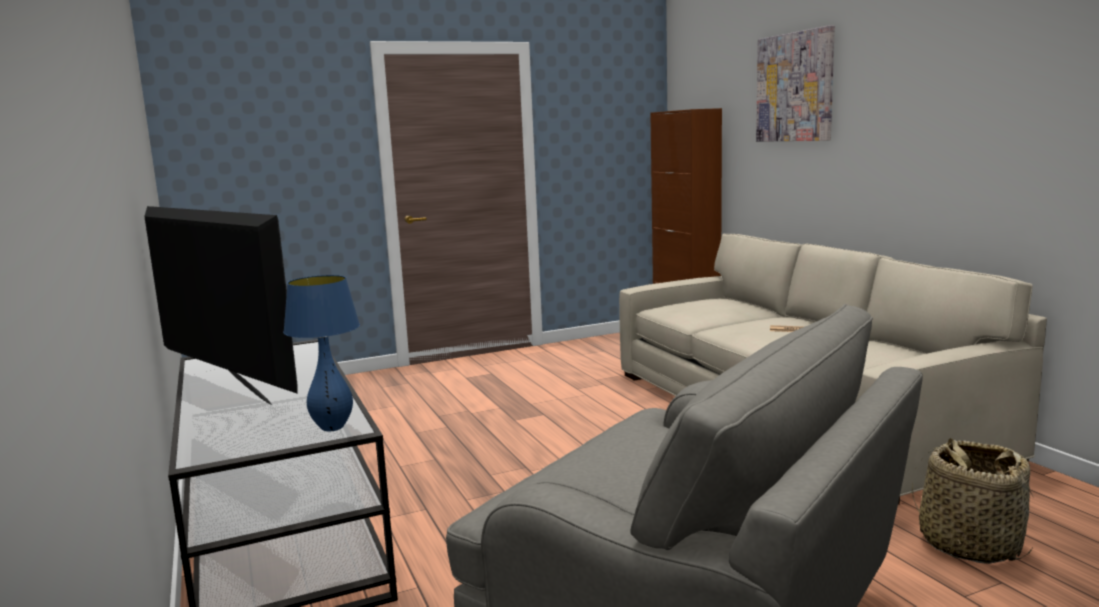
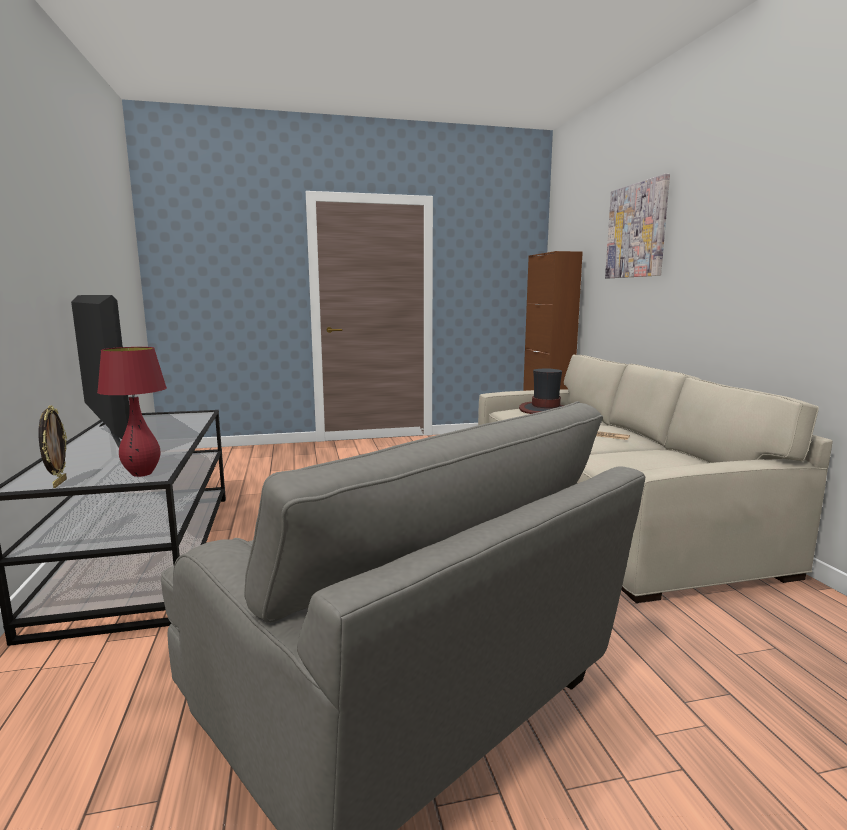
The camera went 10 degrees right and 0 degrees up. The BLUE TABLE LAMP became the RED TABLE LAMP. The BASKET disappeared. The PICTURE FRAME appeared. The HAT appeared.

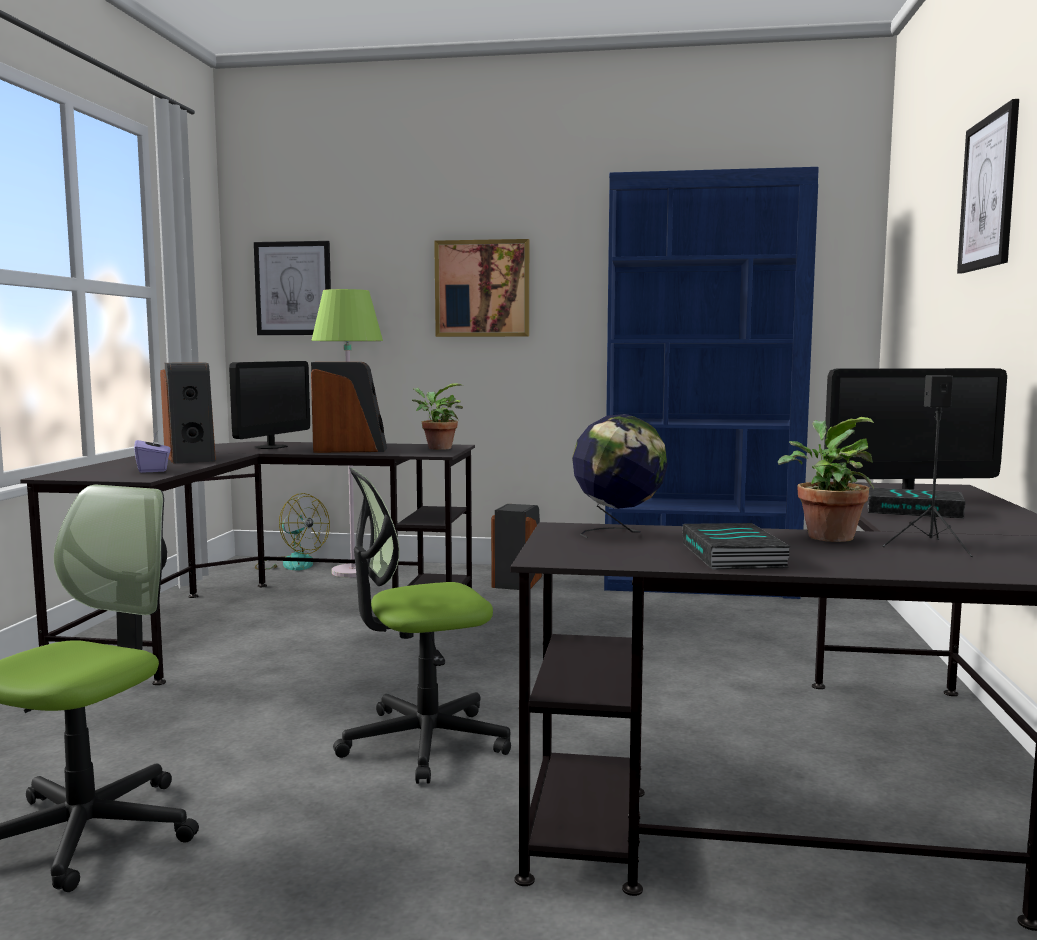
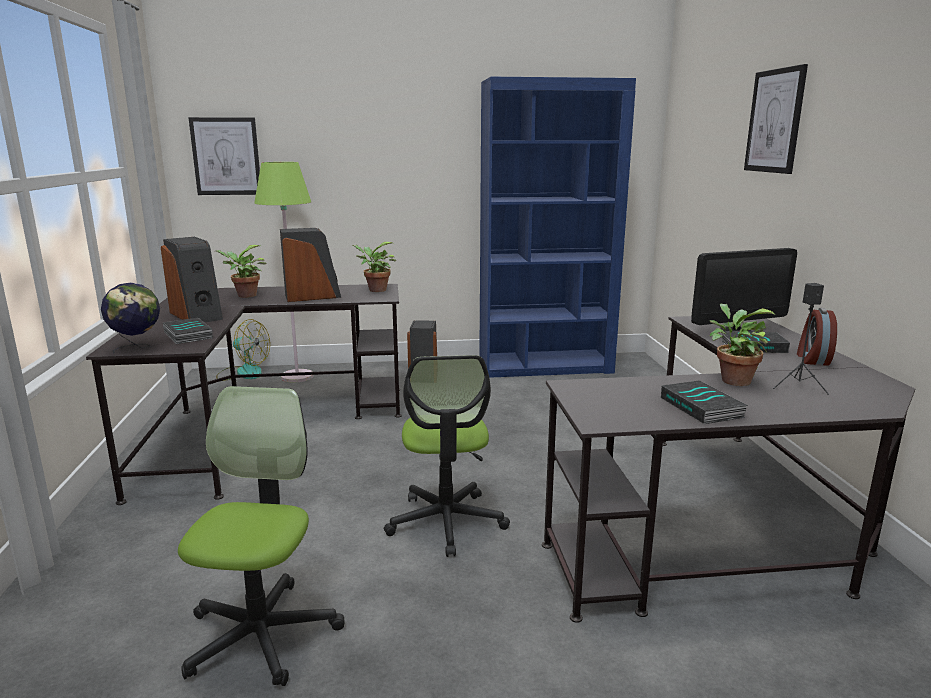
The camera went 15 degrees left and 10 degrees up. The PURPLE TISSUE BOX was replaced by the BOOK (no. 1 from left). The MONITOR (no. 1 from left) was replaced by the POTTED PLANT (no. 1 from left). The OFFICE CHAIR (no. 2 from left) turned 60 degrees counterclockwise. The PICTURE (no. 2 from left) disappeared. The GLOBE moved. The ALARM CLOCK appeared.

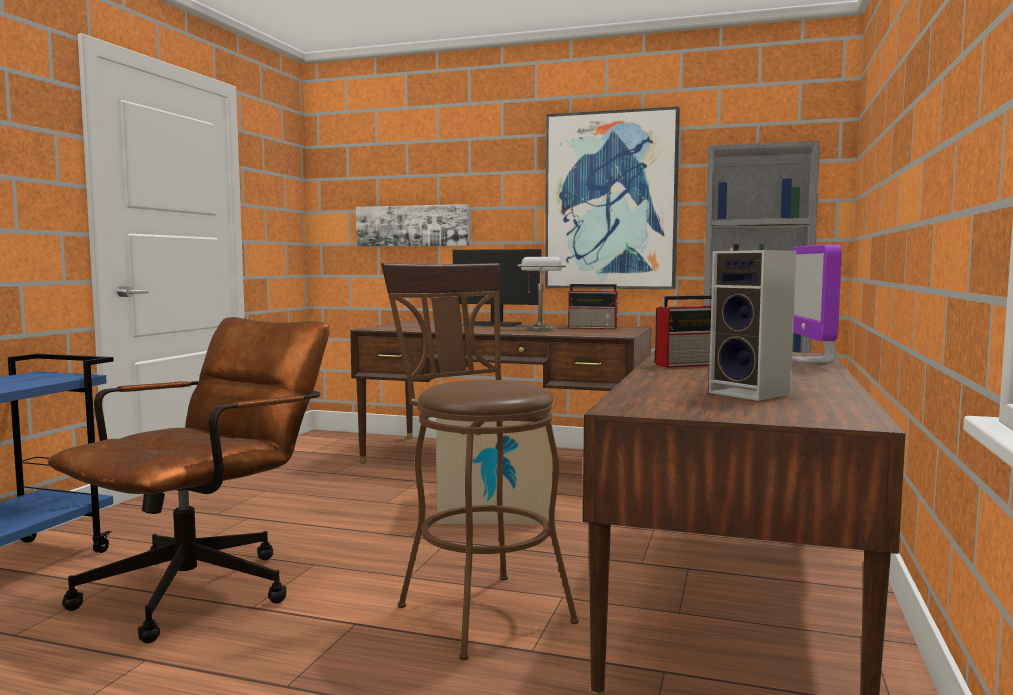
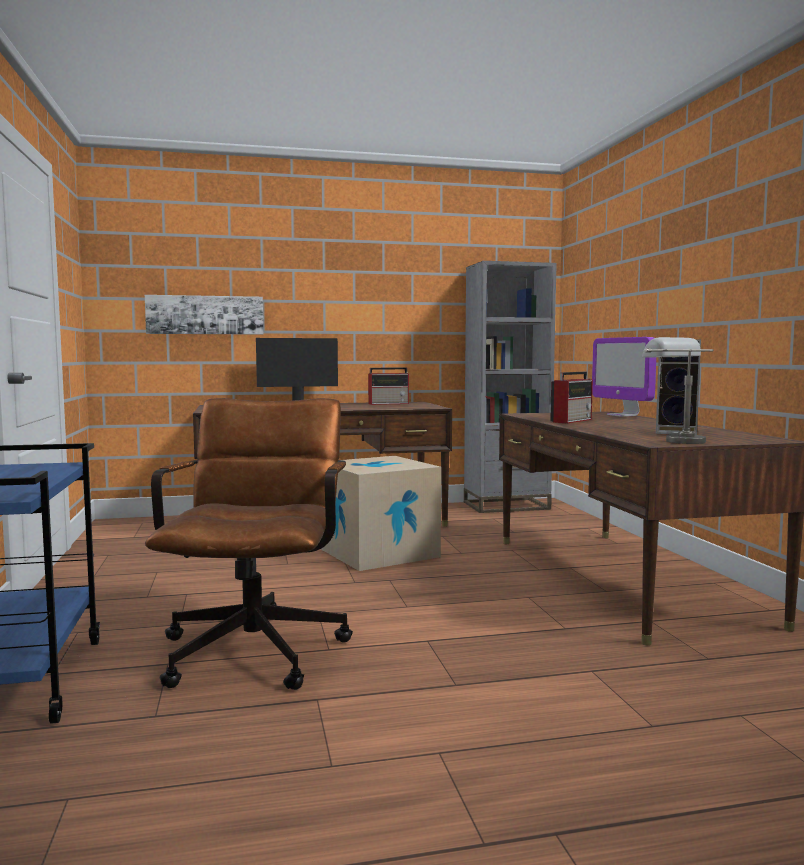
The camera went 30 degrees left and 0 degrees up. The BROWN STOOL disappeared. The GREY TABLE LAMP moved. The PICTURE (no. 2 from left) disappeared.

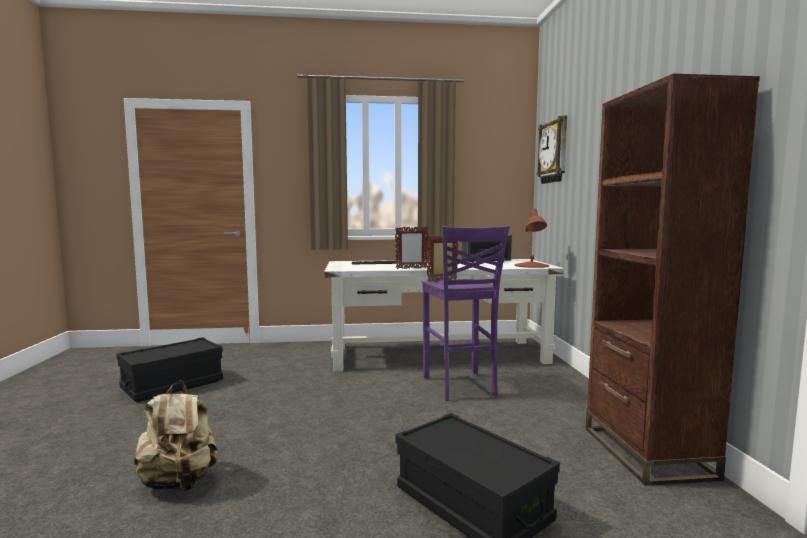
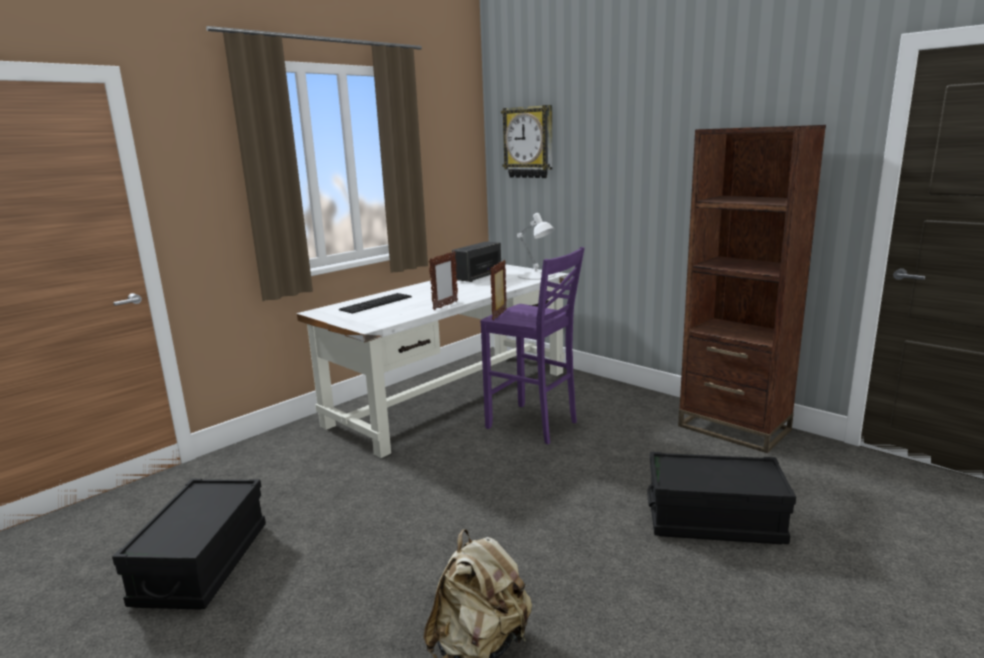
The camera went 40 degrees left and 10 degrees up. The BROWN TABLE LAMP became the WHITE TABLE LAMP.

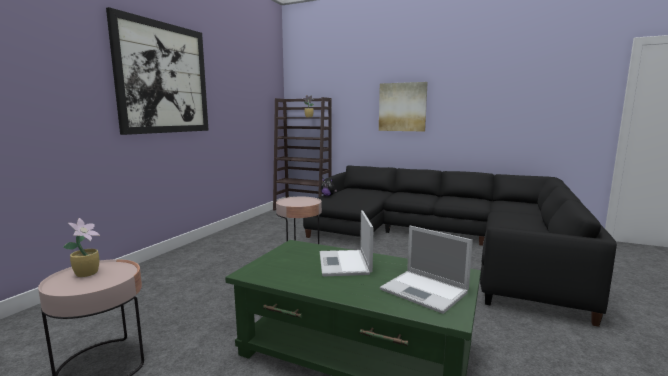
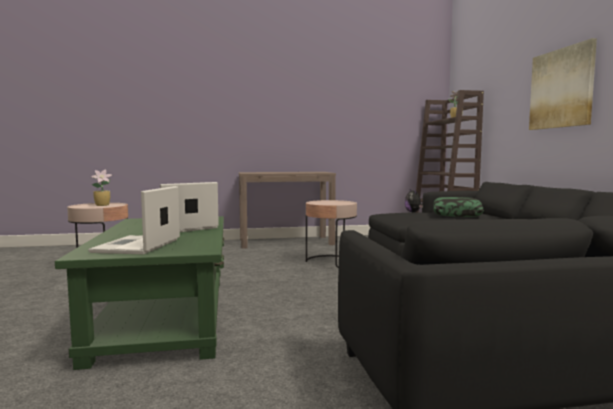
The camera went 55 degrees right and 5 degrees down. The PICTURE (no. 1 from left) disappeared. The BROWN CONSOLE TABLE appeared. The PILLOW appeared.

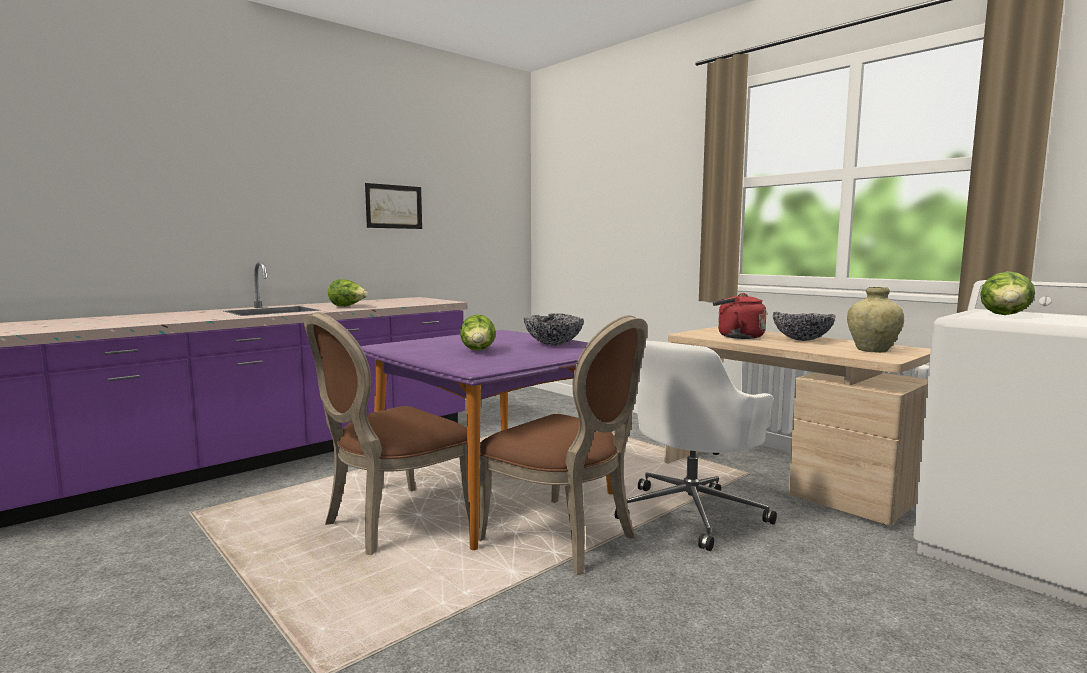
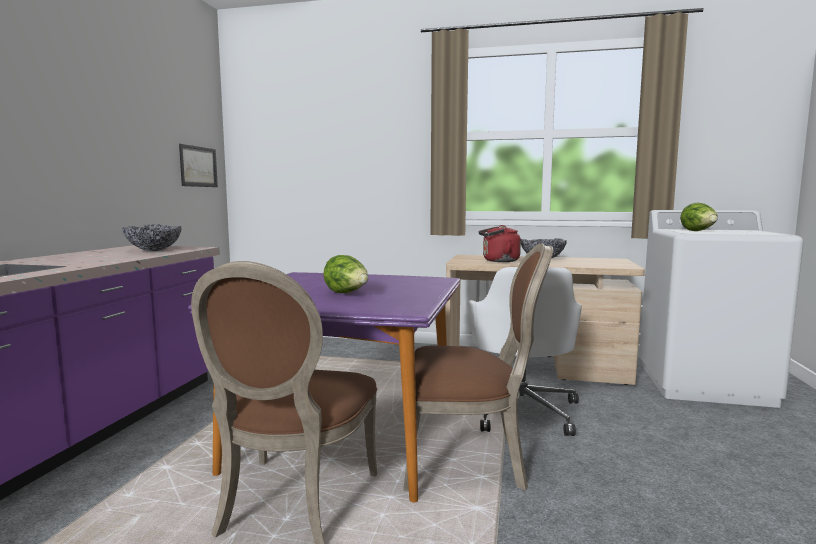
The camera went 35 degrees left and 0 degrees up. The LETTUCE (no. 1 from left) disappeared. The PICTURE moved. The BOWL (no. 1 from left) moved. The BEIGE VASE disappeared.

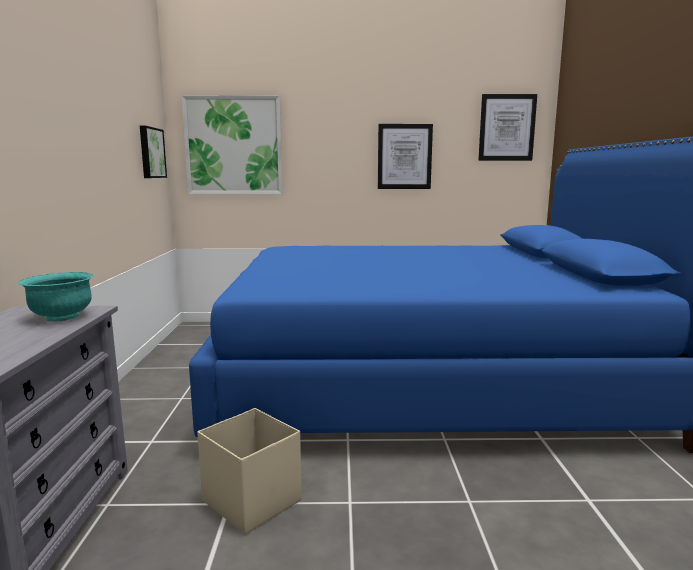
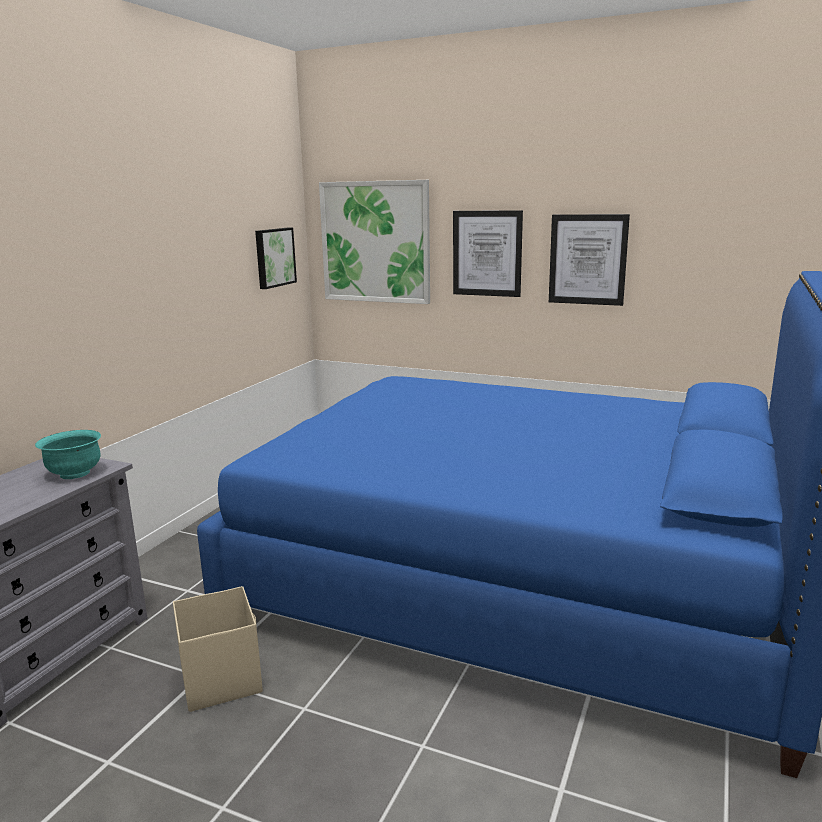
The camera went 25 degrees right and 5 degrees up. The PICTURE (no. 4 from left in the first image) moved.

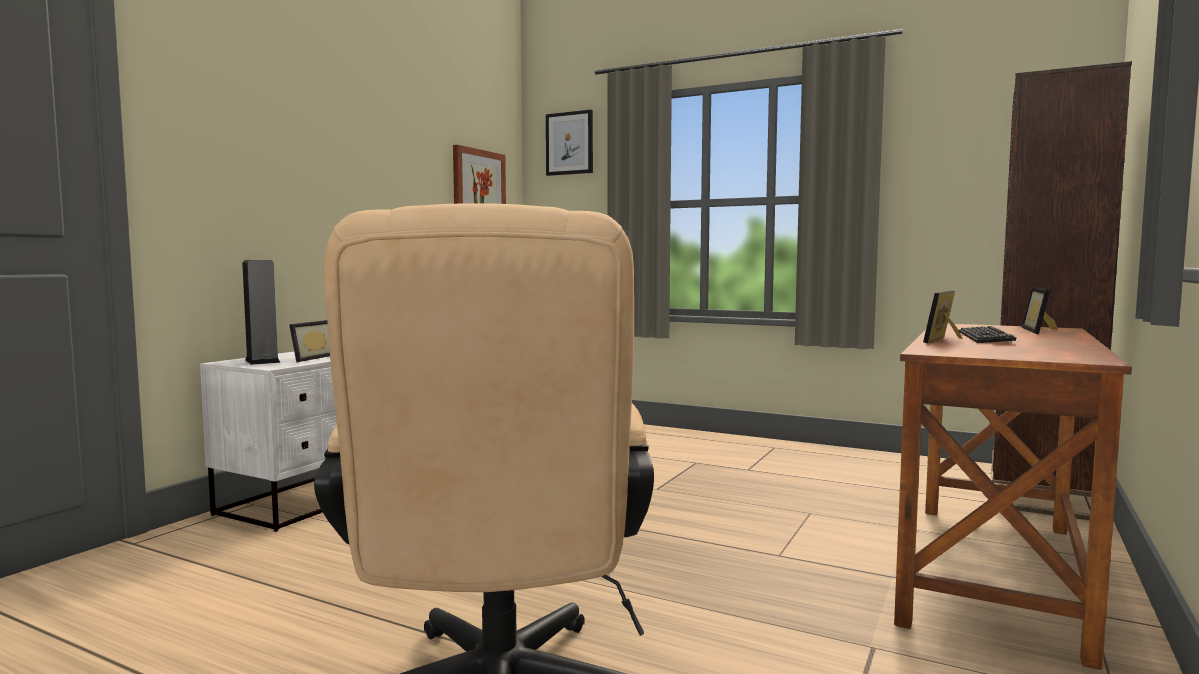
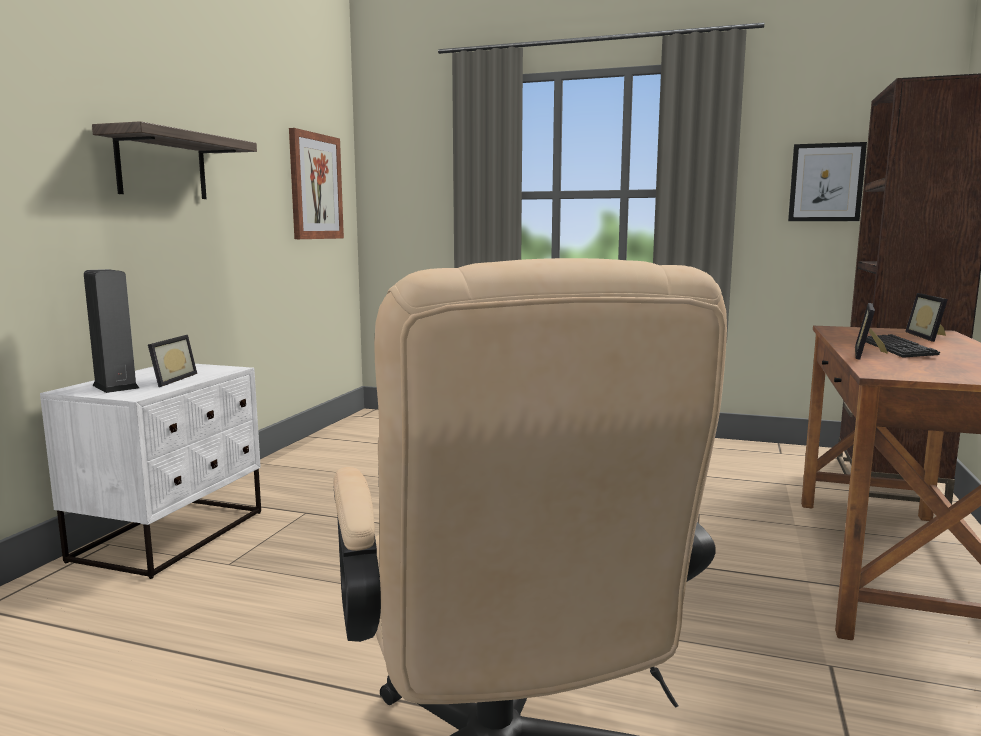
The camera went 10 degrees left and 5 degrees up. The PICTURE (no. 2 from left) moved. The SHELF appeared.

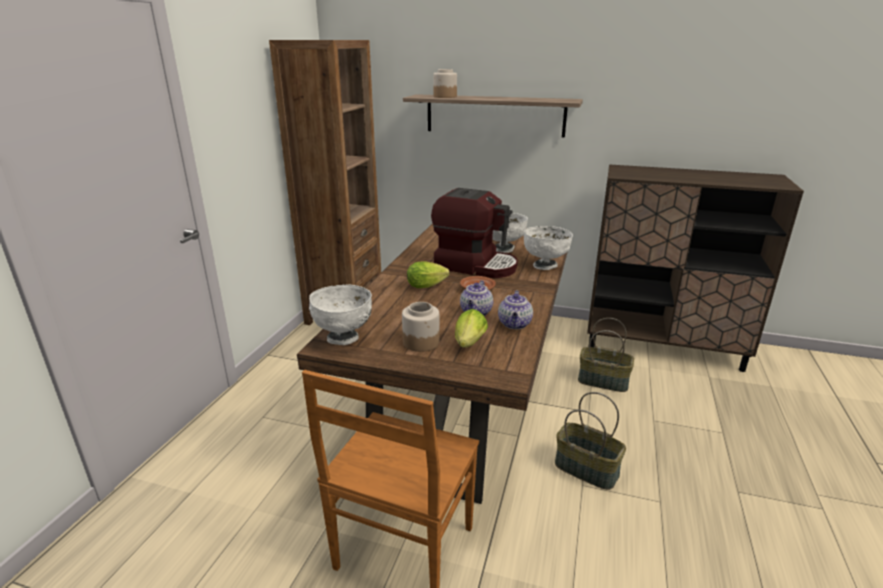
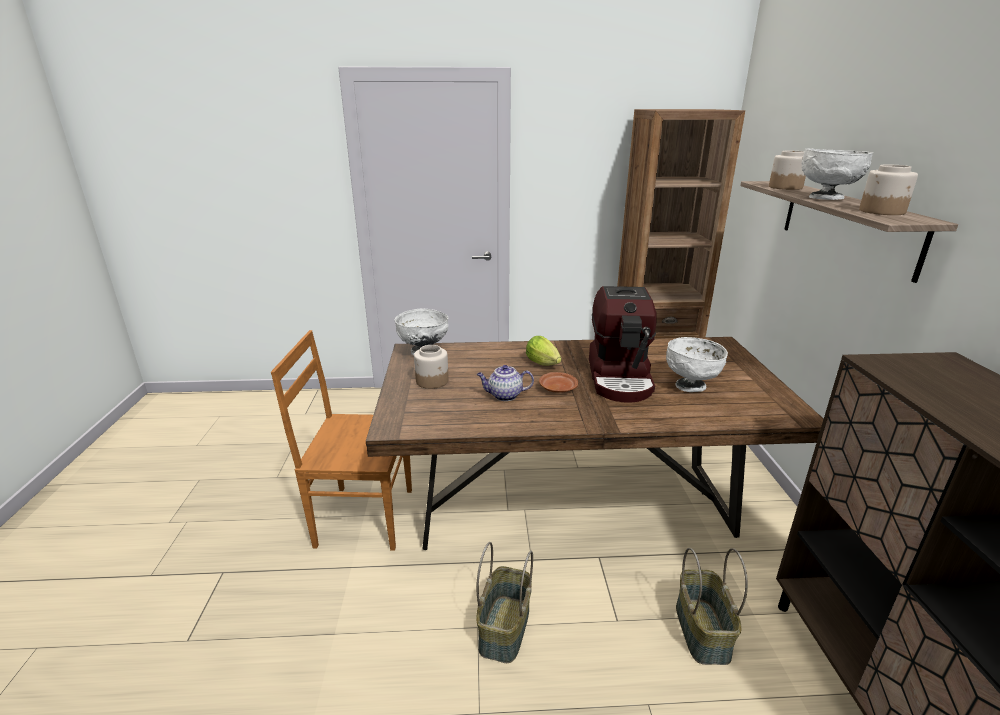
The camera went 70 degrees right and 0 degrees up. The LETTUCE (no. 2 from left) disappeared. The TEAPOT (no. 2 from left) disappeared. The WHITE BOWL (no. 3 from left) moved. The JAR (no. 3 from left) appeared.

